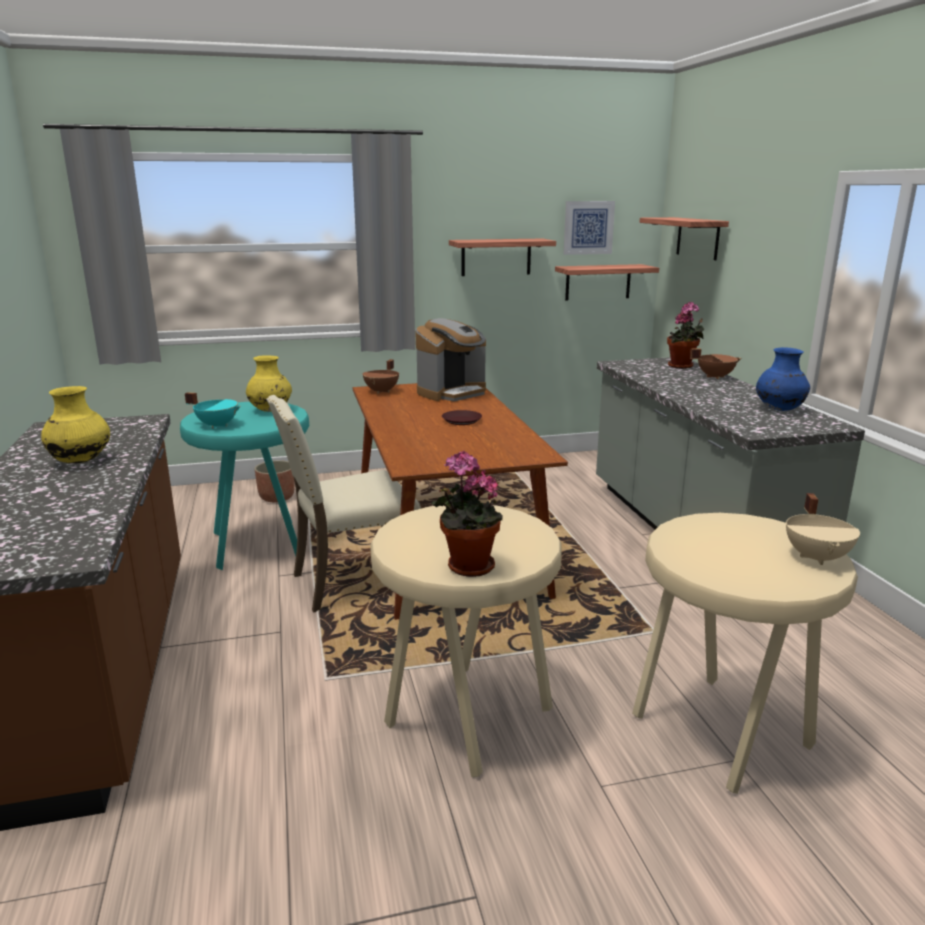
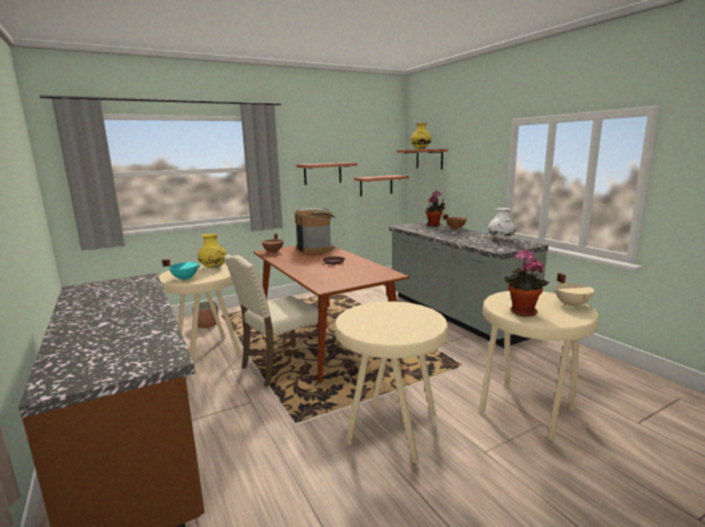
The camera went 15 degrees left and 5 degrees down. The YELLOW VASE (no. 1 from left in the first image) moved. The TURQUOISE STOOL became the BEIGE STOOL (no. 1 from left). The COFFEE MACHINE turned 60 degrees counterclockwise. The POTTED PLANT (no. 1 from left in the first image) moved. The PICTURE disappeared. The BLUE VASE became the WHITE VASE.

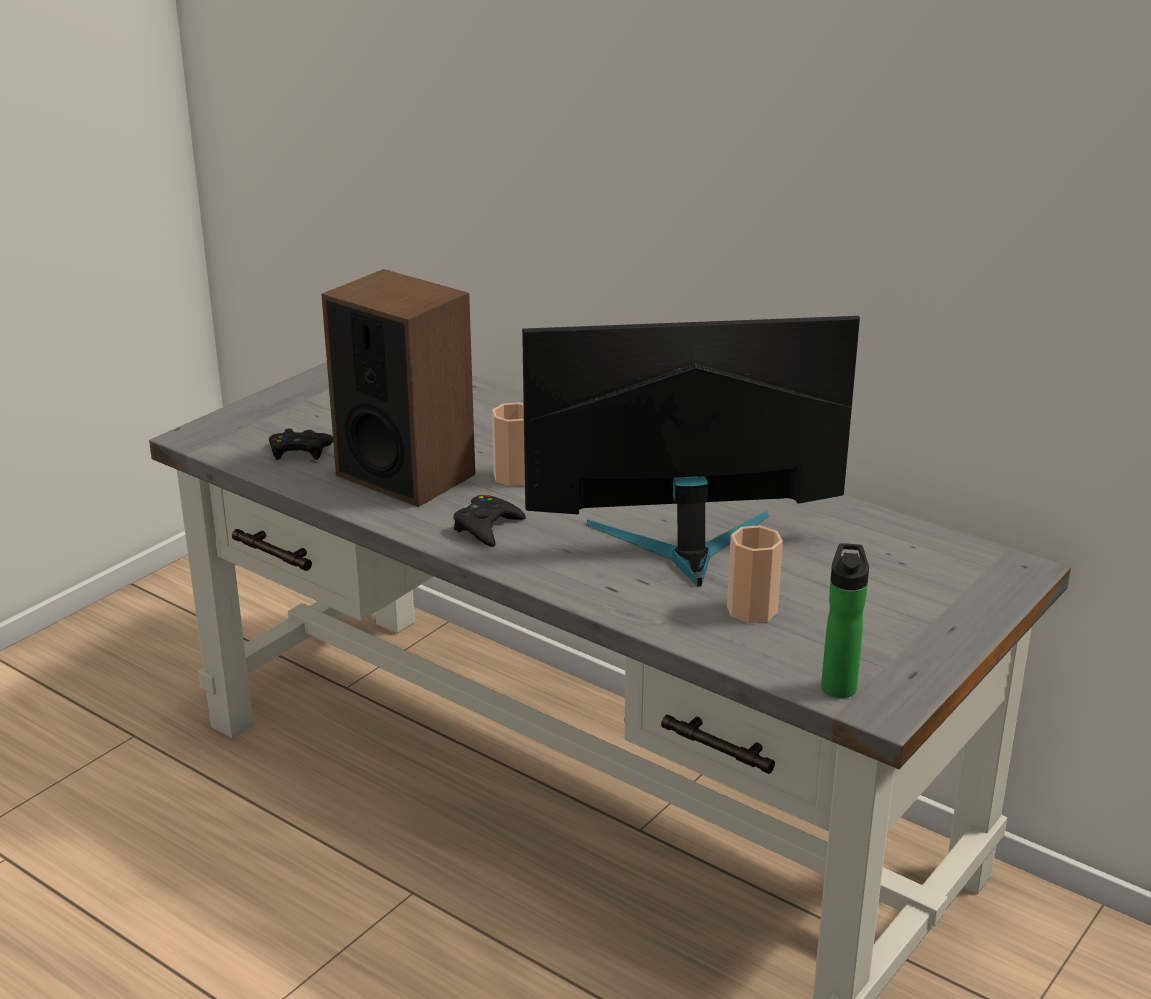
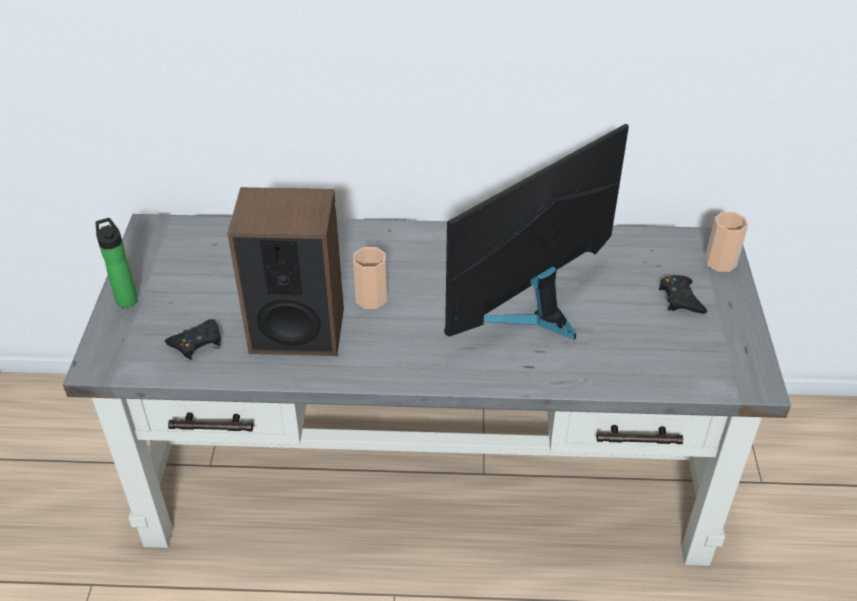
The camera went 35 degrees left and 15 degrees up. The BLACK GAME CONTROLLER (no. 2 from left) moved. The CUP (no. 2 from left) moved. The BOTTLE moved.

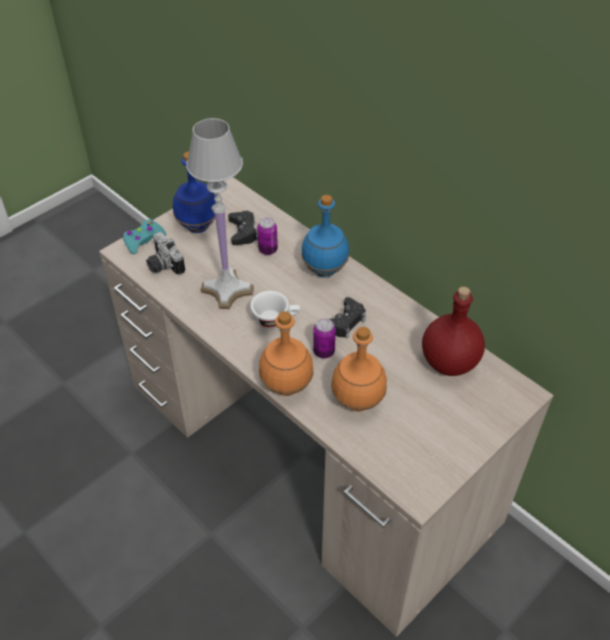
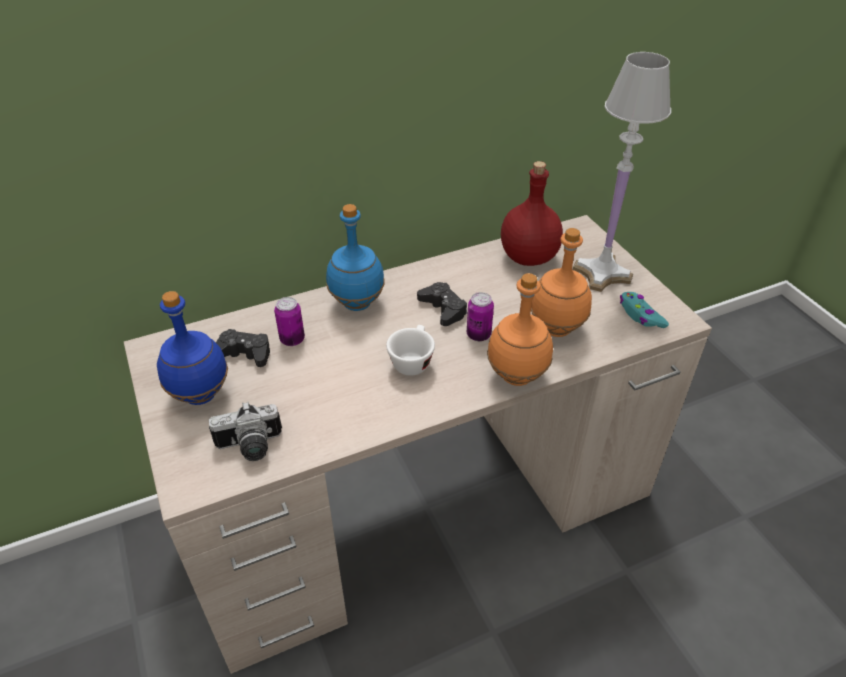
The camera went 70 degrees left and 5 degrees down. The TURQUOISE GAME CONTROLLER moved. The WHITE TABLE LAMP moved.

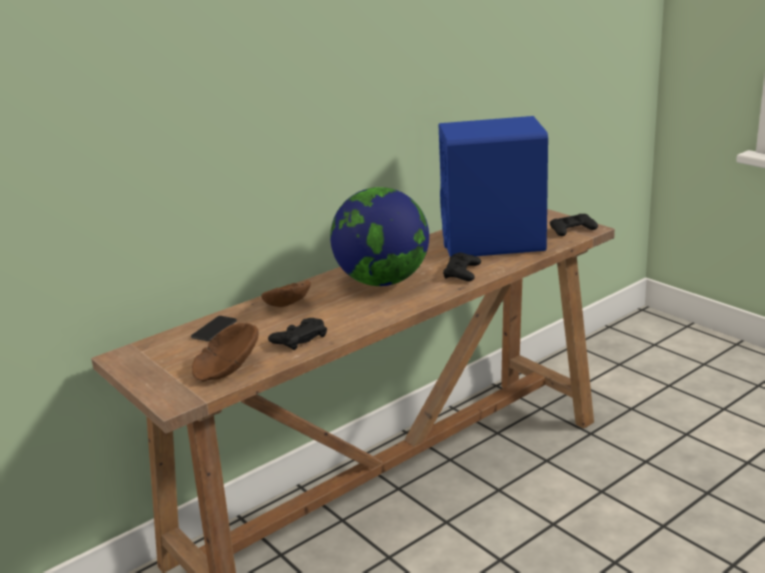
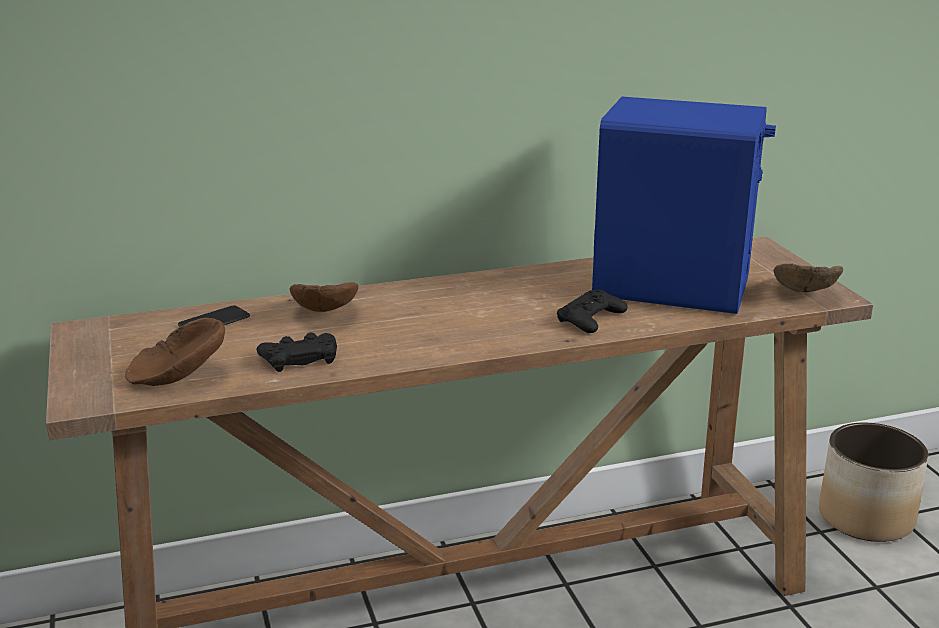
The camera went 20 degrees right and 0 degrees up. The GLOBE disappeared. The BLACK GAME CONTROLLER (no. 3 from left) was replaced by the BROWN BOWL (no. 3 from left). The PLANTER appeared.

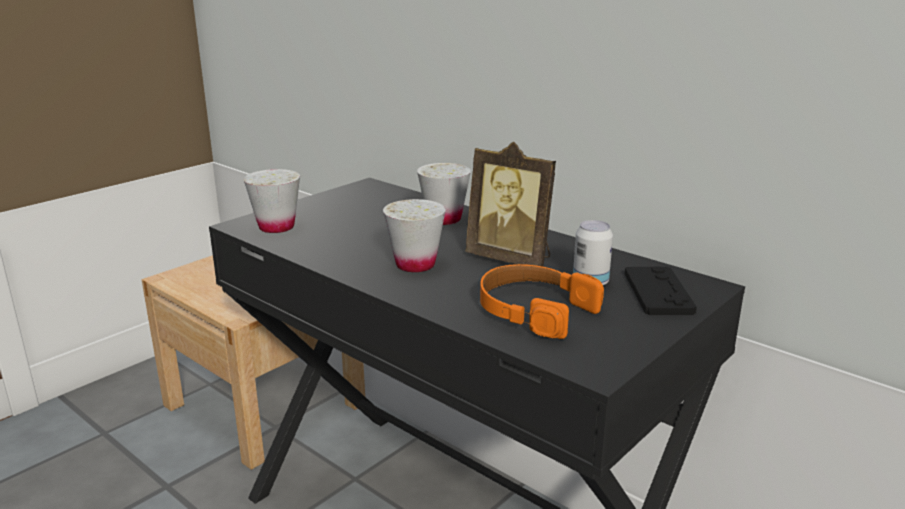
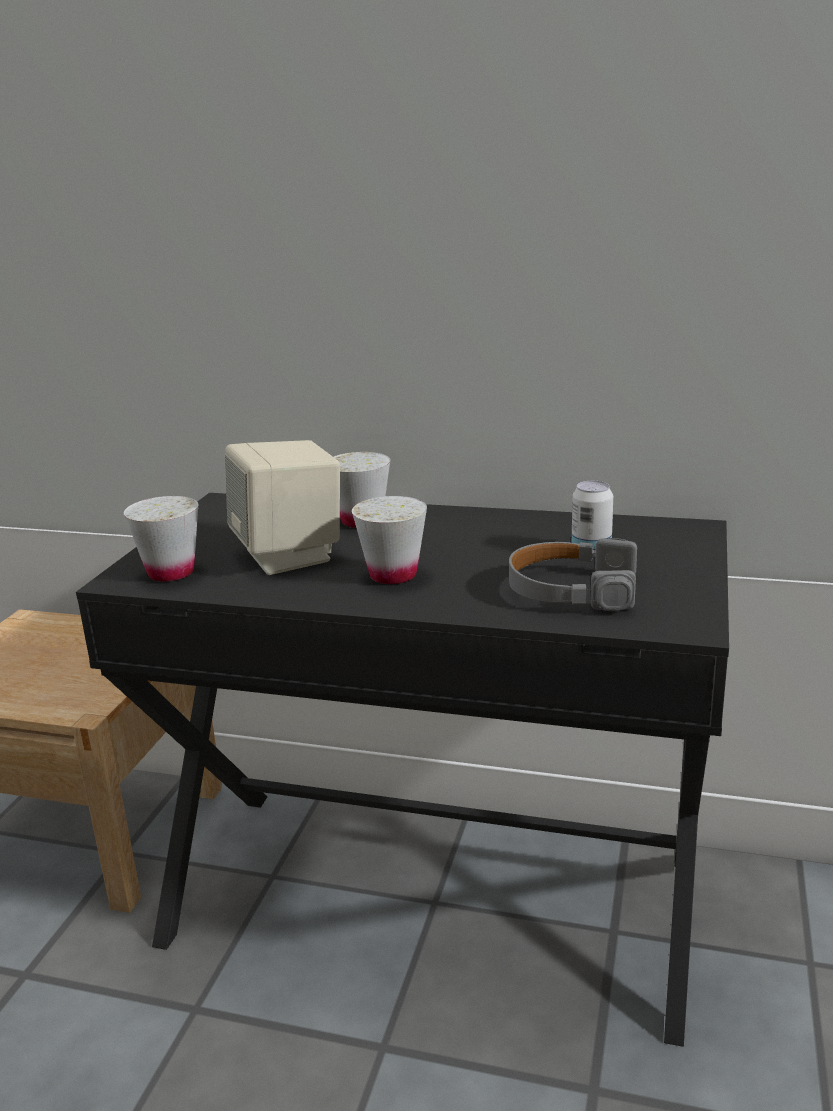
The camera went 25 degrees left and 0 degrees up. The PICTURE FRAME disappeared. The ORANGE HEADPHONES became the GREY HEADPHONES. The BLACK GAME CONTROLLER disappeared. The BEIGE SPEAKER appeared.

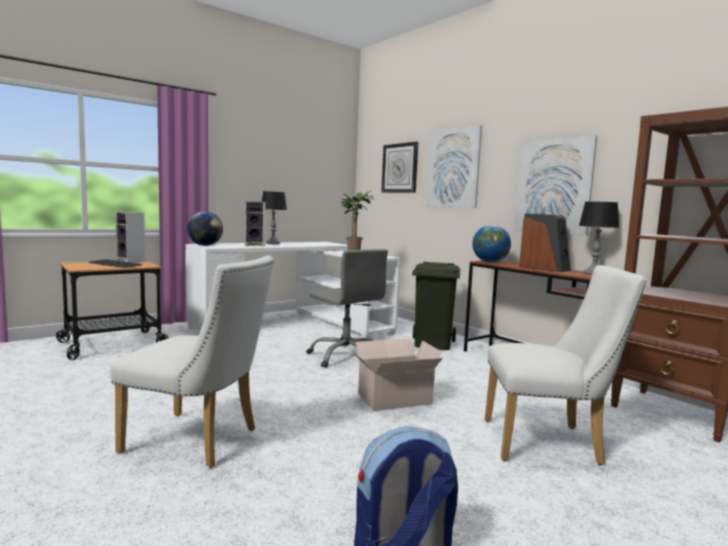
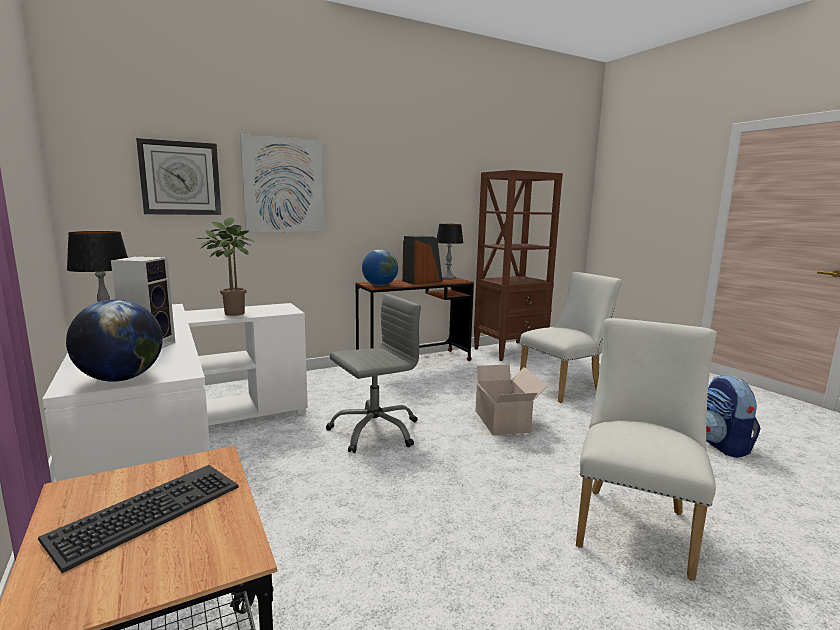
The camera went 80 degrees left and 5 degrees up. The SPEAKER (no. 1 from left) disappeared. The GREEN TRASH CAN disappeared. The WHITE CHAIR (no. 2 from left in the first image) turned 45 degrees clockwise. The PICTURE (no. 2 from left) disappeared.

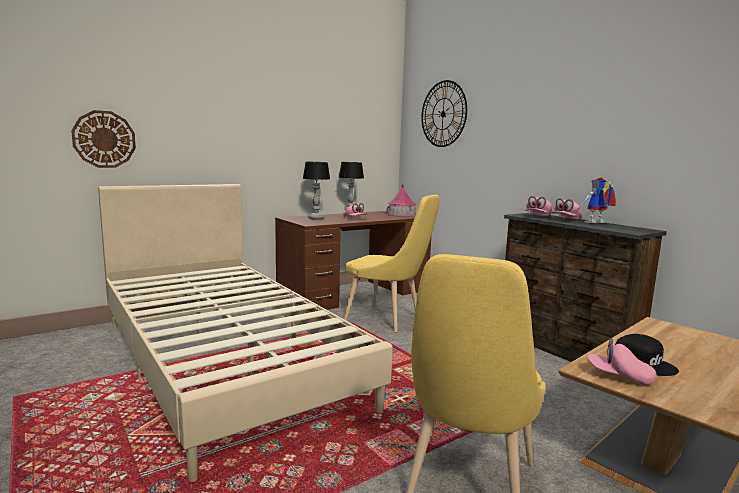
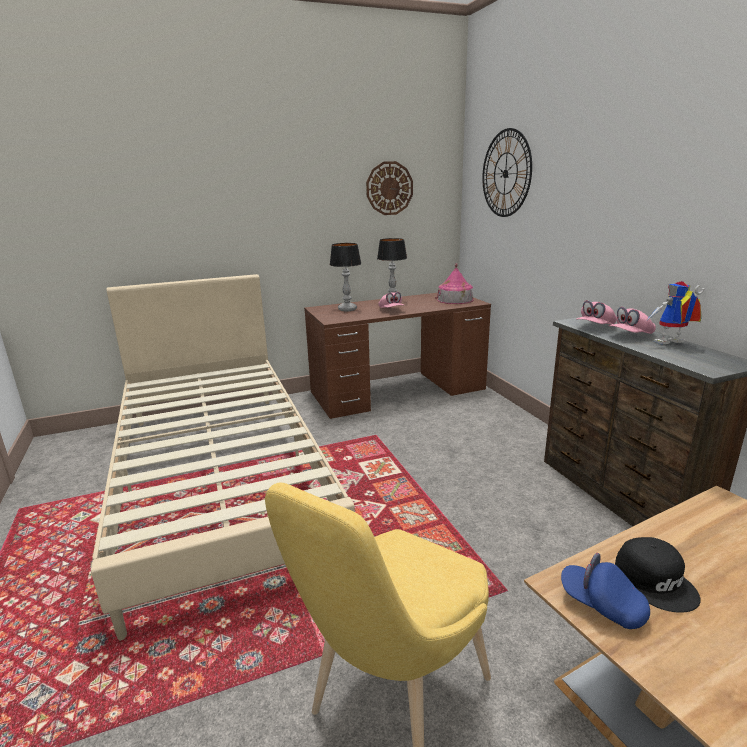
The camera went 15 degrees right and 10 degrees up. The WALL CLOCK (no. 1 from left) moved. The YELLOW CHAIR (no. 1 from left) disappeared. The PINK CAP (no. 4 from left) became the BLUE CAP.

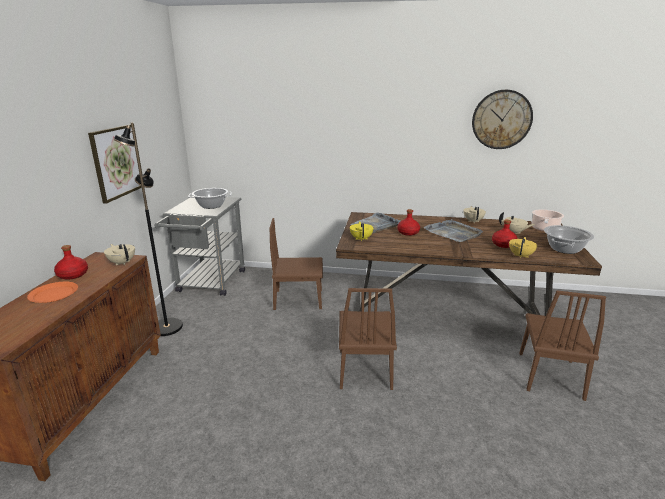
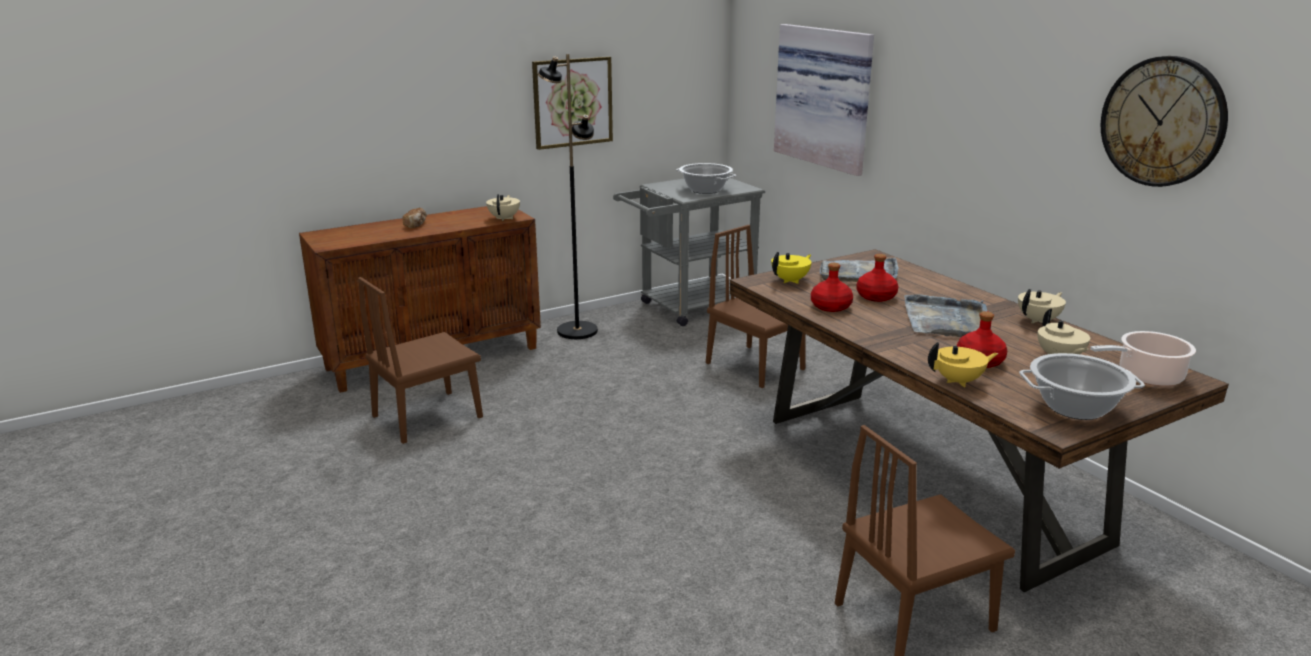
The camera went 50 degrees right and 0 degrees up. The ORANGE PLATE was replaced by the BREAD. The RED BOTTLE (no. 1 from left) moved. The BROWN CHAIR (no. 2 from left in the first image) moved. The PICTURE (no. 2 from left) appeared.

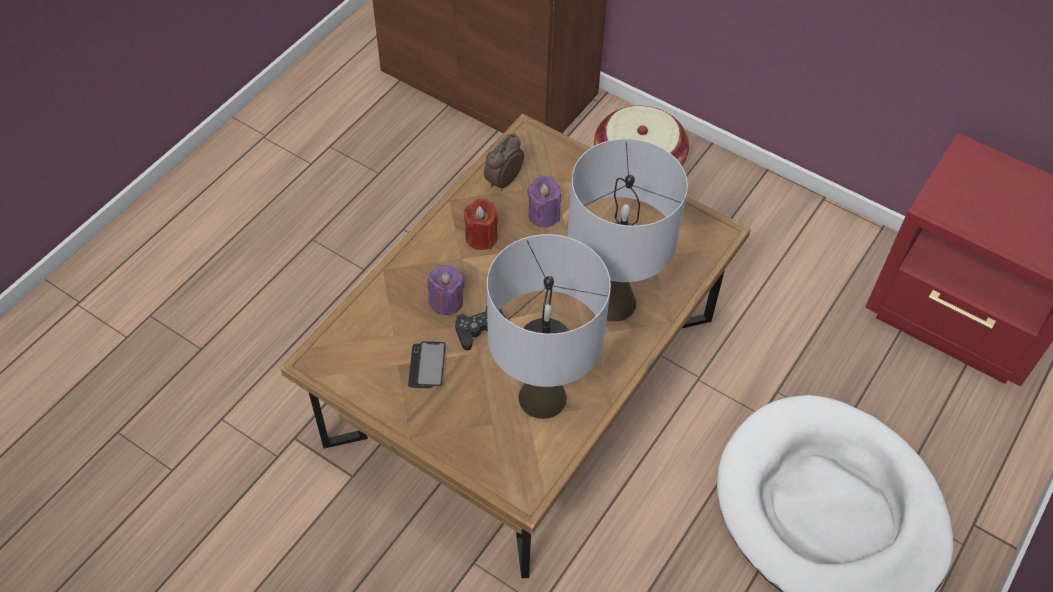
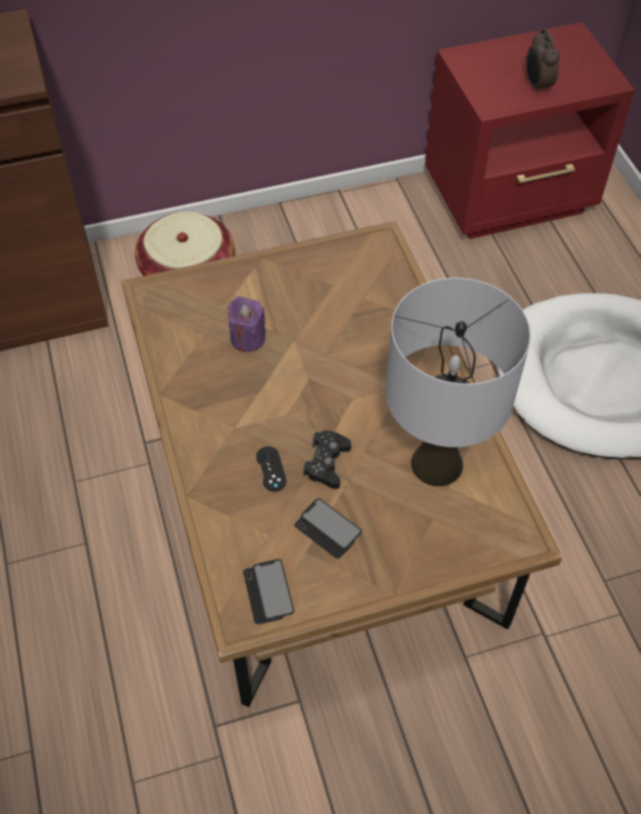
The camera went 50 degrees left and 0 degrees up. The PURPLE CANDLE (no. 1 from left) was replaced by the BLACK GAME CONTROLLER (no. 1 from left). The RED CANDLE disappeared. The ALARM CLOCK moved. The GREY TABLE LAMP (no. 2 from left) disappeared. The PHONE (no. 1 from left) appeared.

